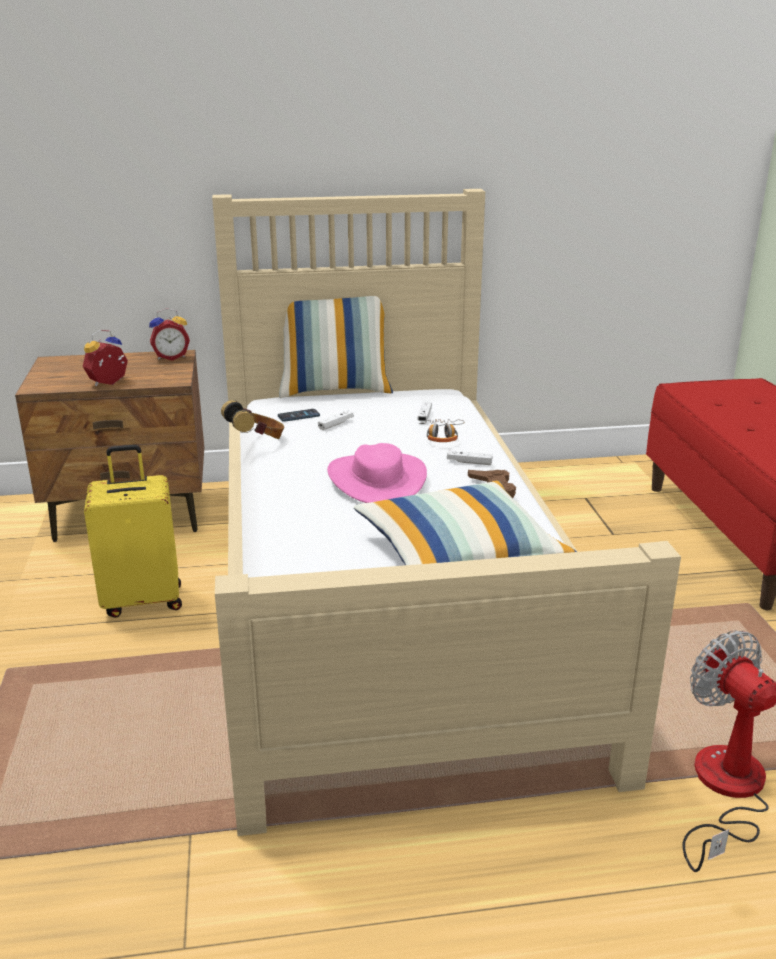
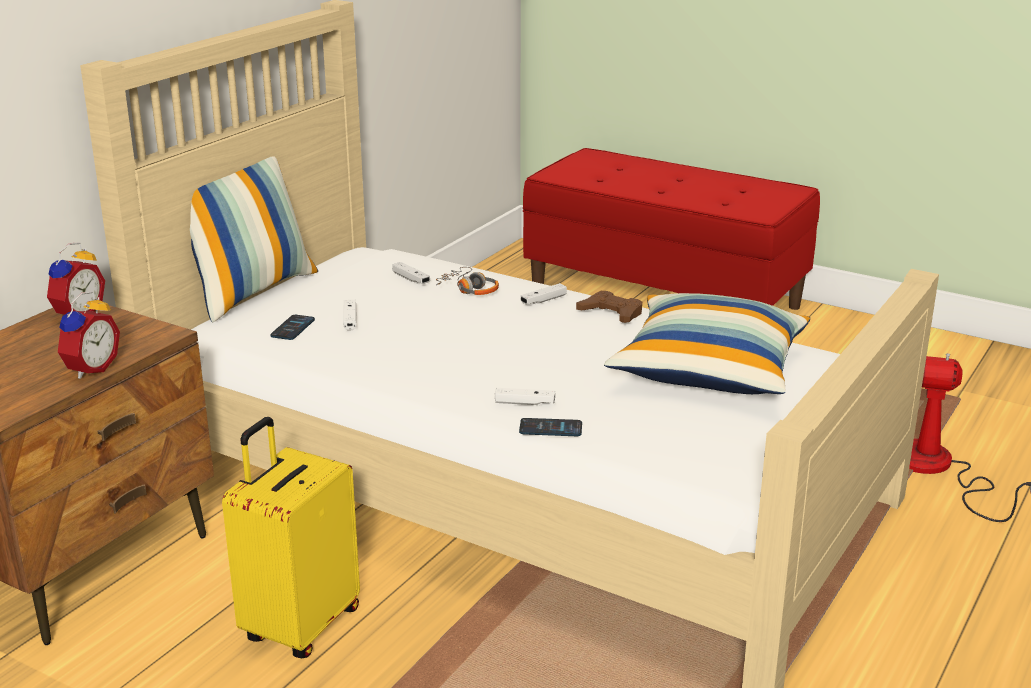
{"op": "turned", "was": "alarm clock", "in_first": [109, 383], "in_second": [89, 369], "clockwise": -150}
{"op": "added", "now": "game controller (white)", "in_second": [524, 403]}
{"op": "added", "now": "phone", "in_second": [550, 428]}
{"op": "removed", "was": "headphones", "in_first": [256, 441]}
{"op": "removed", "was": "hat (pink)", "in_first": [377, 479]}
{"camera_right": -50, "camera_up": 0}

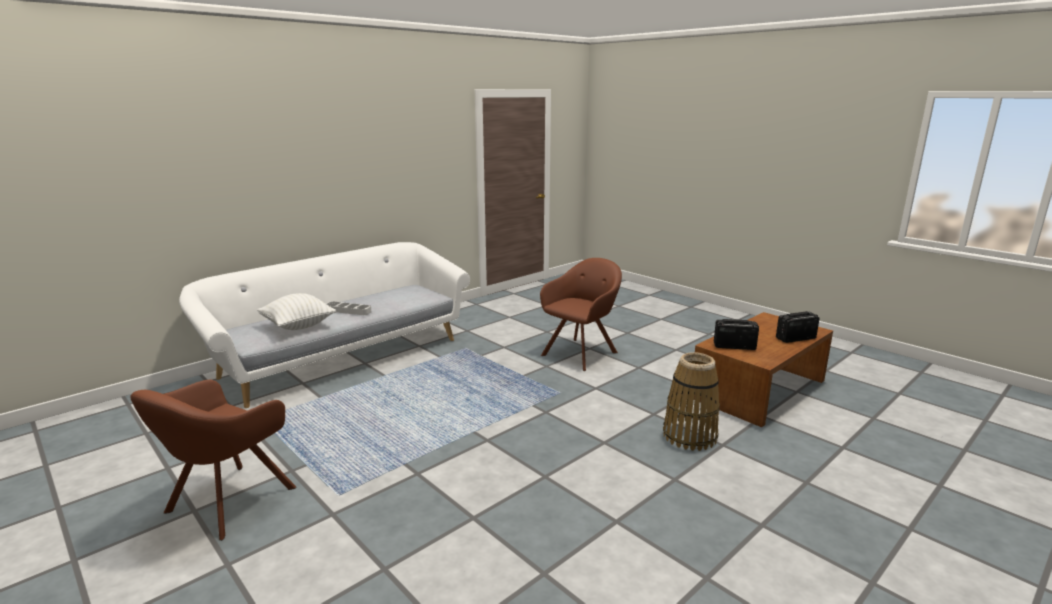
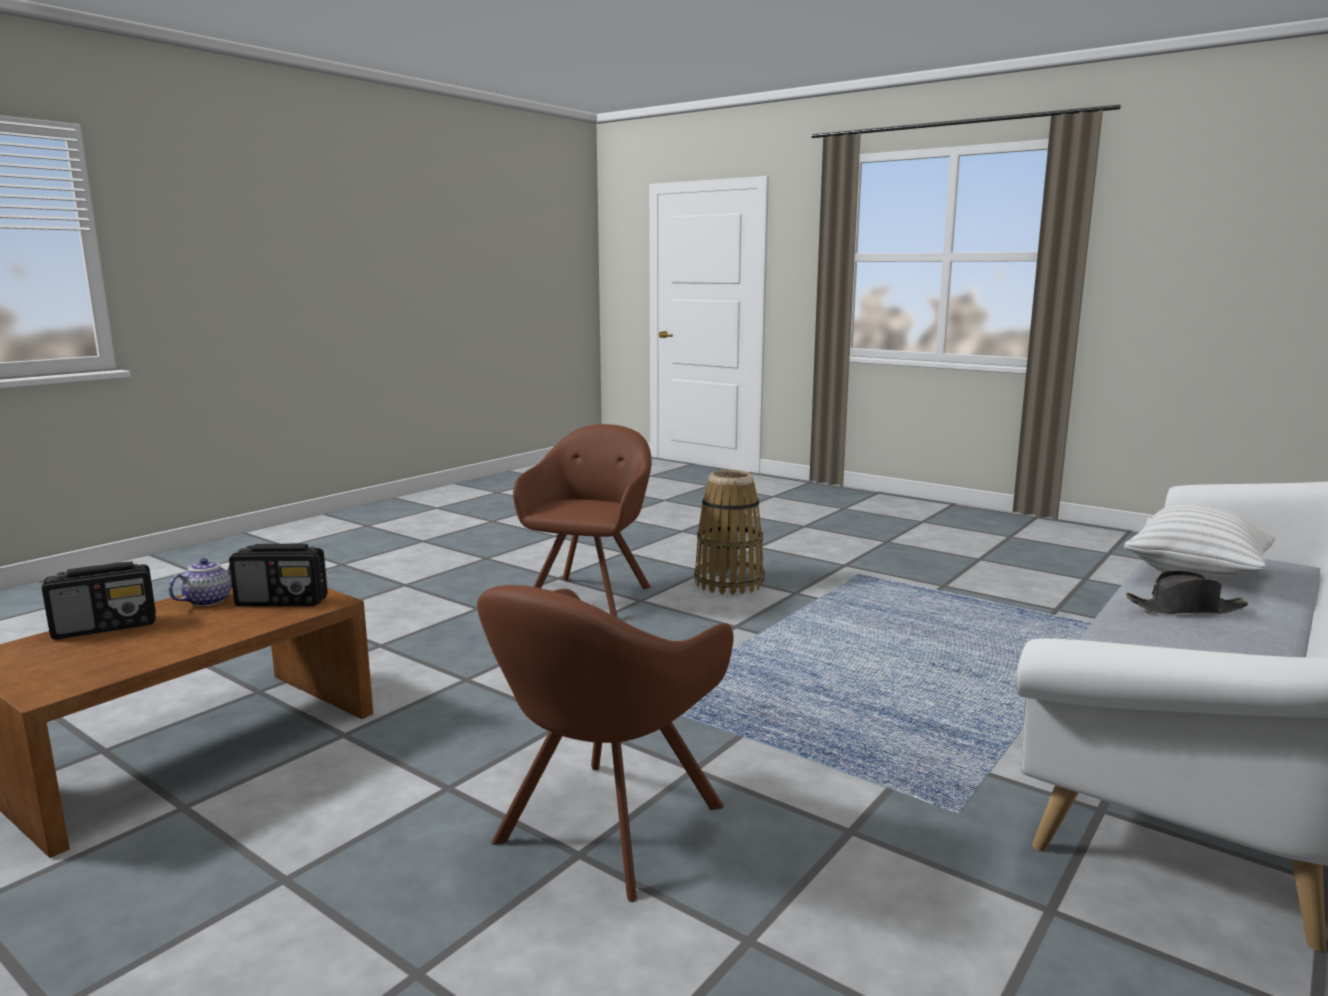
{"op": "added", "now": "teapot", "in_second": [208, 600]}
{"op": "moved", "was": "armchair (brown)", "in_first": [226, 503], "in_second": [591, 596]}
{"op": "moved", "was": "basket", "in_first": [689, 436], "in_second": [729, 583]}
{"op": "replaced", "was": "tray (grey)", "now": "hat (black)", "in_first": [348, 311], "in_second": [1185, 608]}
{"camera_right": 170, "camera_up": -5}

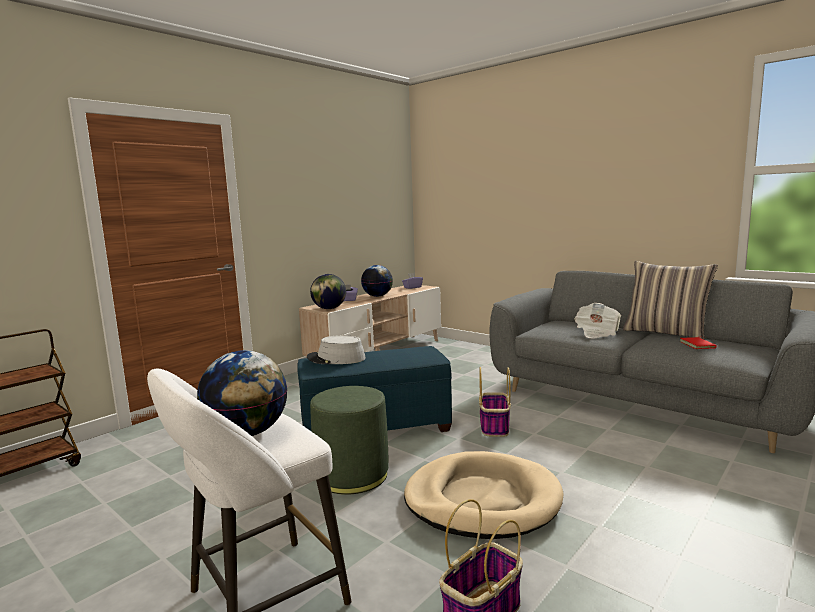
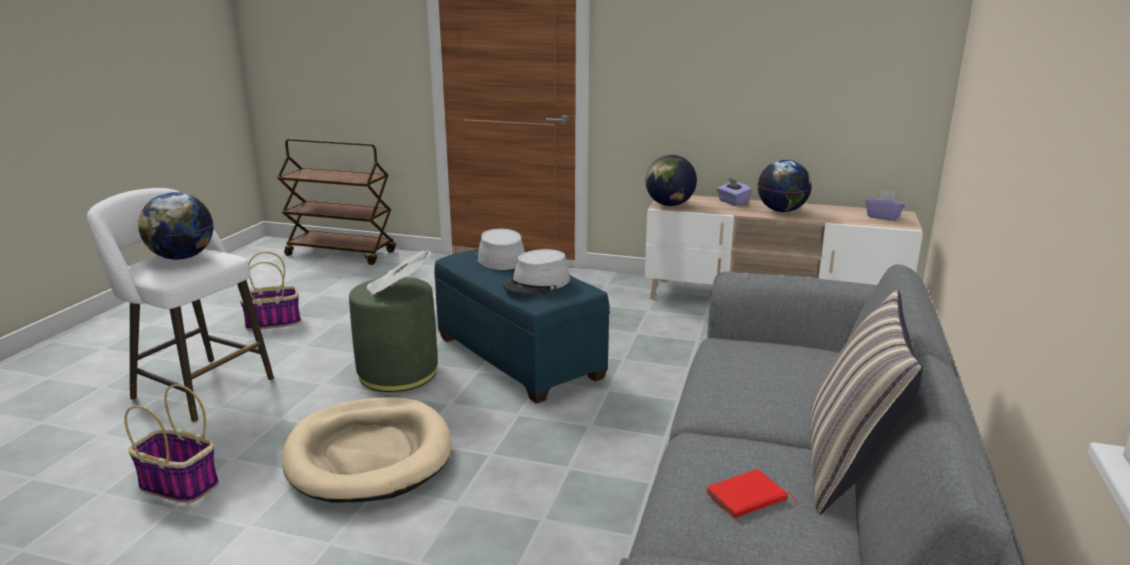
{"op": "moved", "was": "basket", "in_first": [494, 426], "in_second": [274, 322]}
{"op": "moved", "was": "newspaper", "in_first": [596, 333], "in_second": [398, 289]}
{"op": "added", "now": "hat (grey)", "in_second": [537, 284]}
{"camera_right": 65, "camera_up": 10}

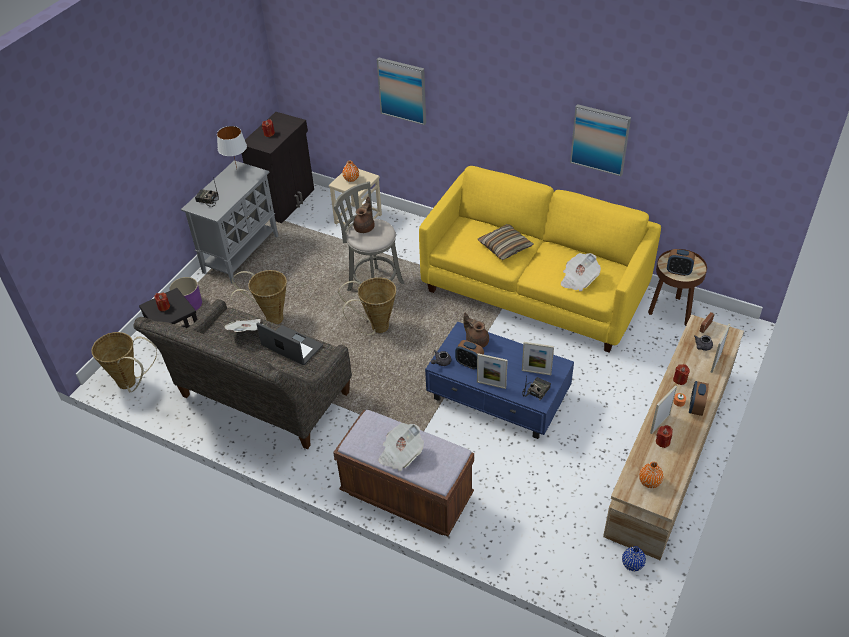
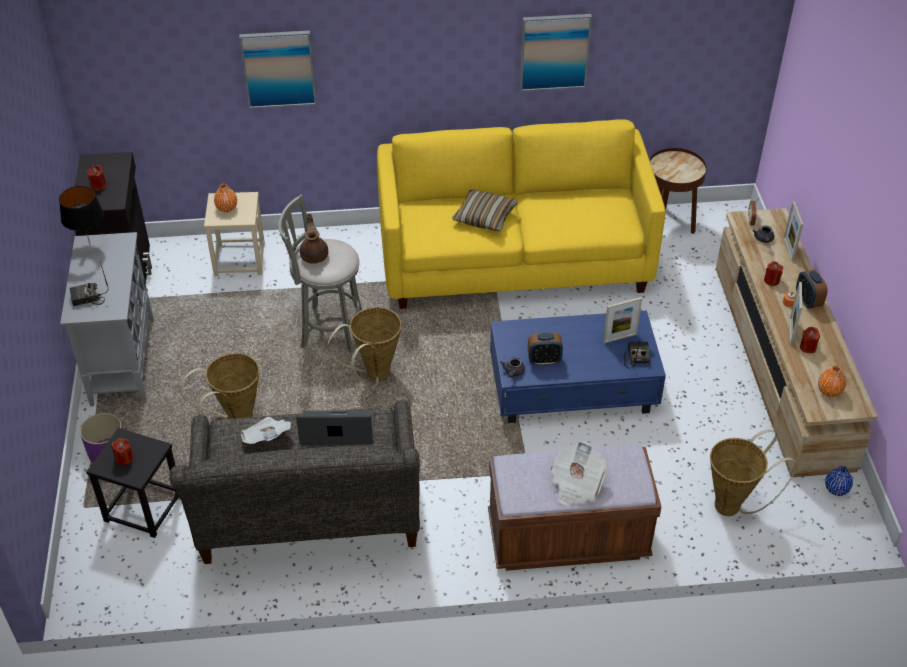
{"op": "recoloured", "was": "table lamp (white)", "now": "table lamp (black)", "in_first": [236, 169], "in_second": [89, 245]}
{"op": "moved", "was": "basket", "in_first": [131, 384], "in_second": [733, 505]}
{"op": "removed", "was": "teapot (brown)", "in_first": [476, 341]}
{"op": "removed", "was": "picture frame", "in_first": [491, 385]}
{"op": "removed", "was": "newspaper", "in_first": [578, 280]}
{"op": "removed", "was": "alarm clock", "in_first": [678, 271]}
{"camera_right": -35, "camera_up": 0}

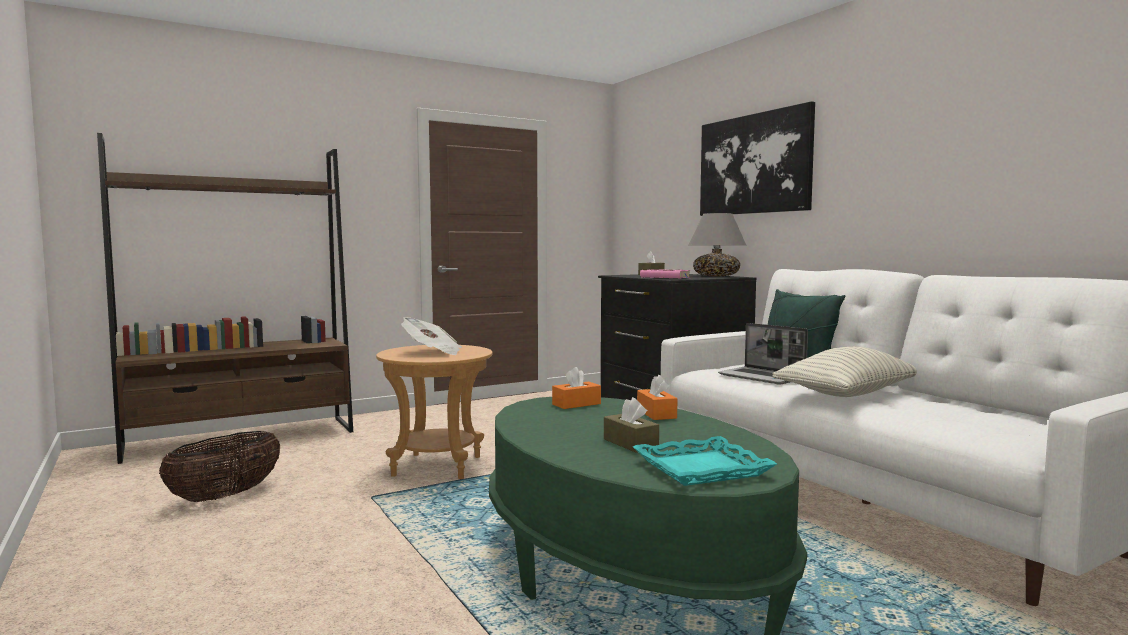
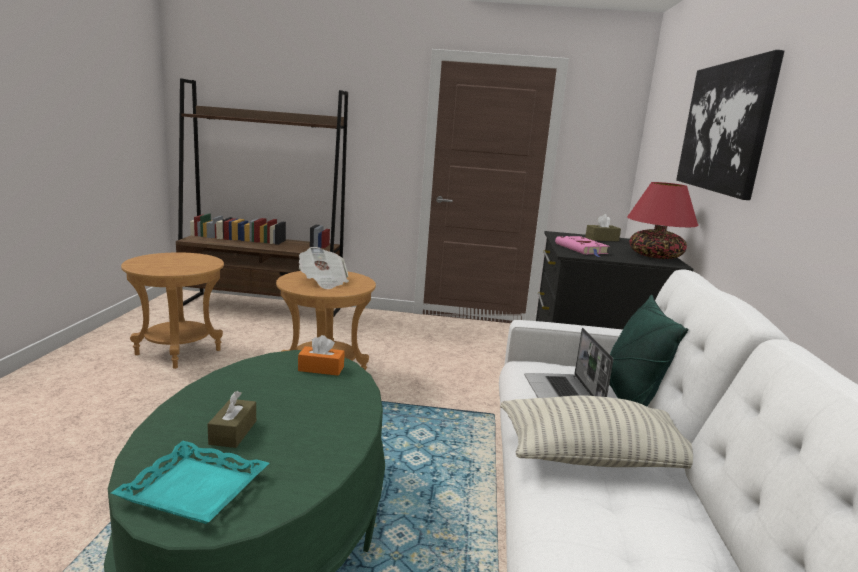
{"op": "replaced", "was": "basket", "now": "side table (brown)", "in_first": [225, 496], "in_second": [178, 352]}
{"op": "recoloured", "was": "table lamp (grey)", "now": "table lamp (red)", "in_first": [715, 276], "in_second": [654, 256]}
{"op": "removed", "was": "tissue box (orange)", "in_first": [656, 413]}
{"camera_right": 35, "camera_up": 10}

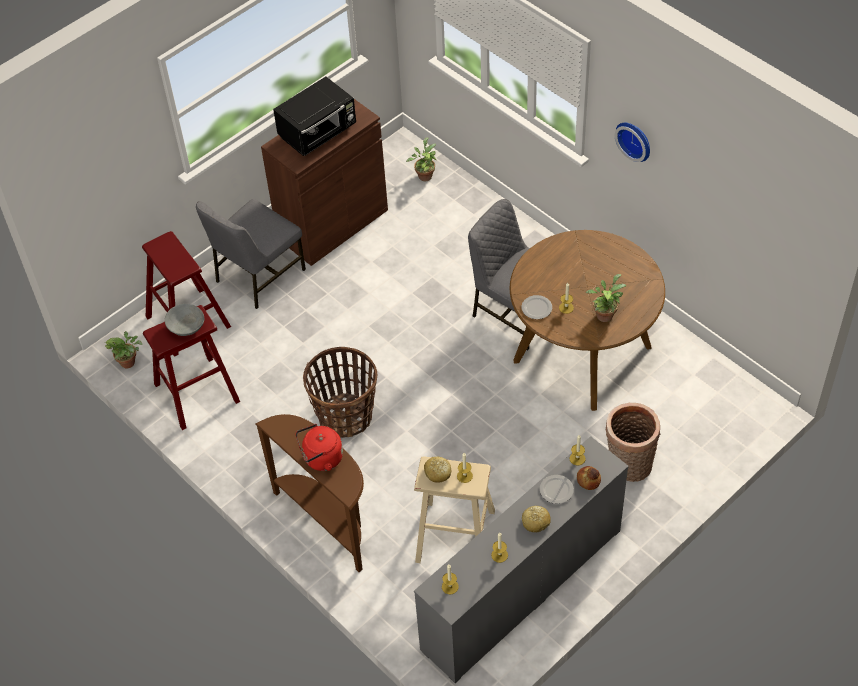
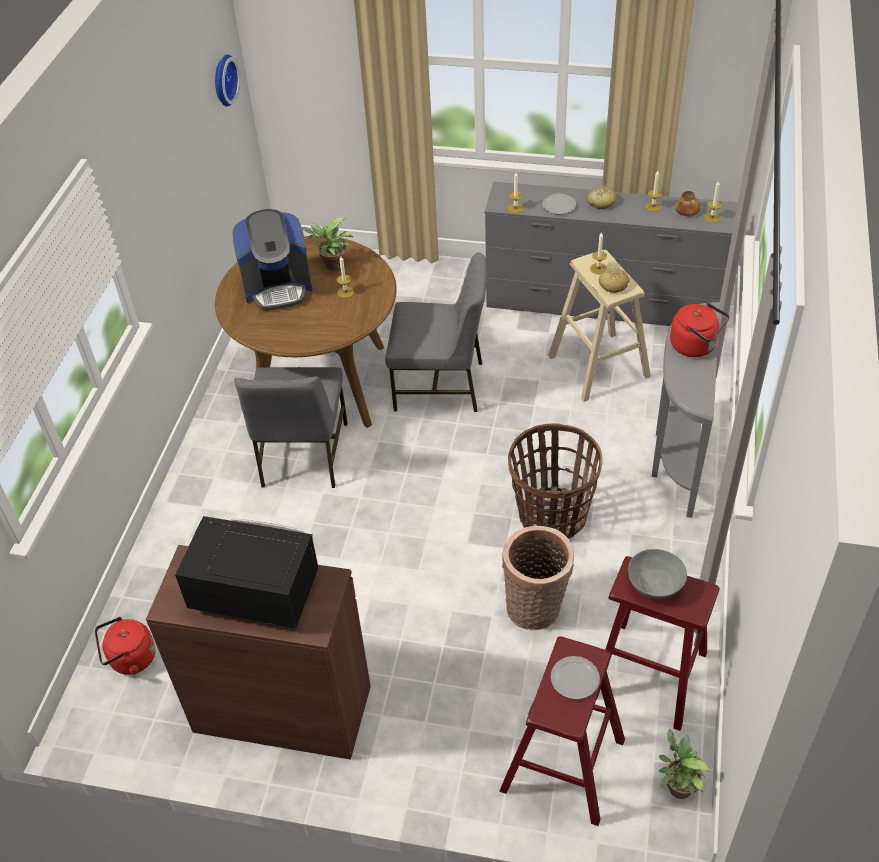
{"op": "replaced", "was": "potted plant", "now": "kettle (red)", "in_first": [424, 175], "in_second": [130, 659]}
{"op": "moved", "was": "wall clock", "in_first": [635, 140], "in_second": [222, 80]}
{"op": "added", "now": "coffee machine", "in_second": [278, 287]}
{"op": "moved", "was": "chair (grey)", "in_first": [258, 275], "in_second": [440, 385]}
{"op": "moved", "was": "basket", "in_first": [628, 465], "in_second": [536, 610]}
{"op": "moved", "was": "plate", "in_first": [536, 308], "in_second": [574, 679]}
{"op": "recoloured", "was": "console table (brown)", "now": "console table (grey)", "in_first": [328, 521], "in_second": [675, 457]}
{"op": "moved", "was": "bread", "in_first": [588, 480], "in_second": [687, 210]}
{"camera_right": -125, "camera_up": -5}

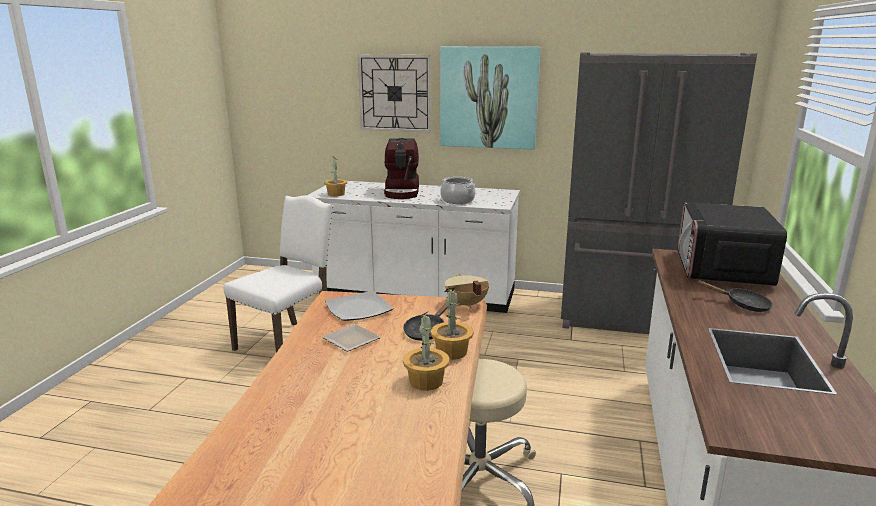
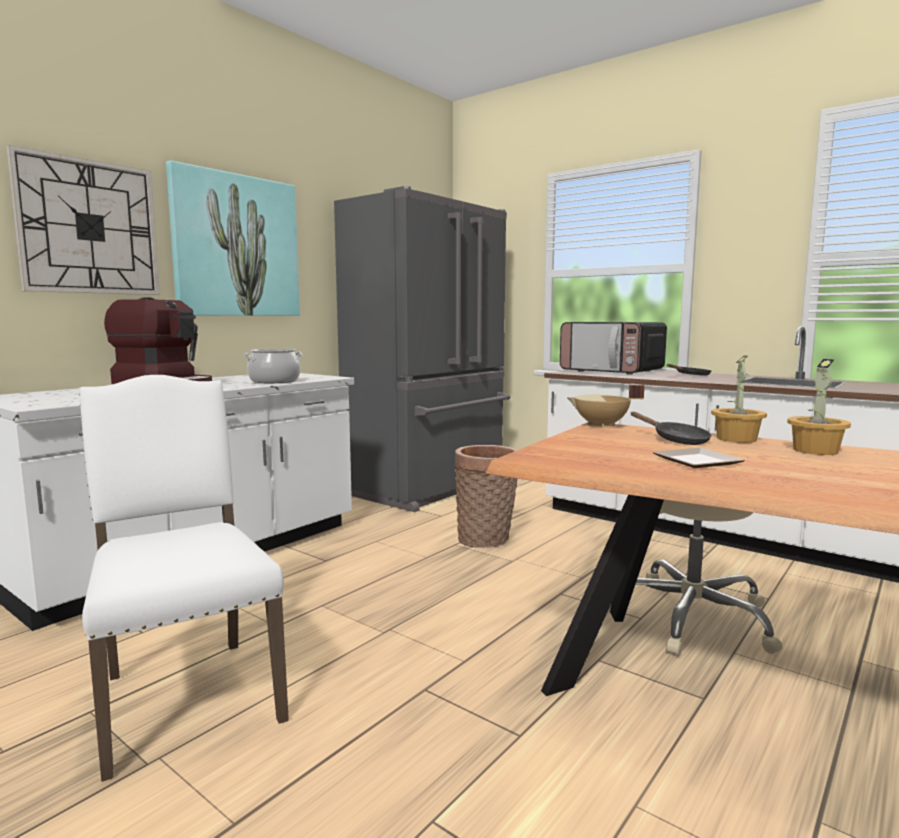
{"op": "added", "now": "basket", "in_second": [486, 540]}
{"op": "removed", "was": "potted plant", "in_first": [336, 194]}
{"op": "removed", "was": "plate", "in_first": [358, 309]}
{"camera_right": -65, "camera_up": -10}

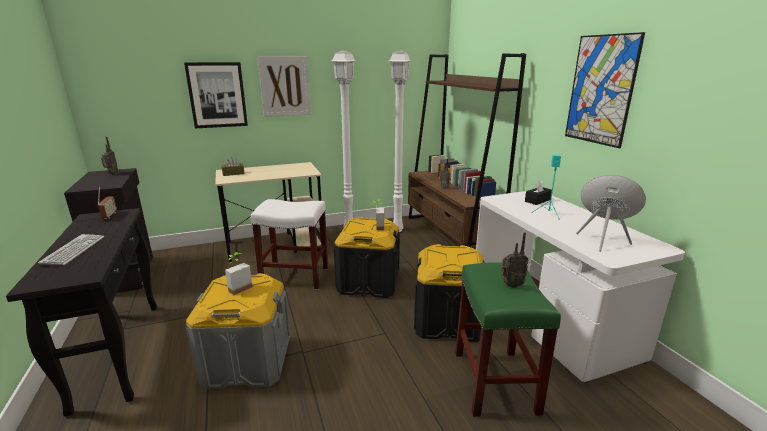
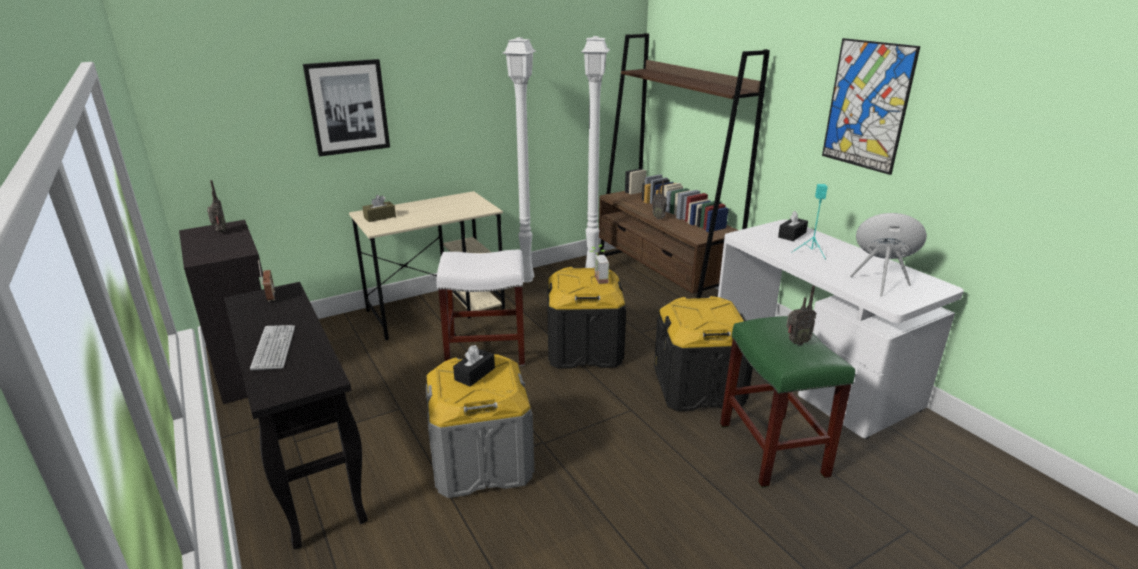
{"op": "replaced", "was": "potted plant", "now": "tissue box (black)", "in_first": [238, 287], "in_second": [475, 374]}
{"op": "removed", "was": "picture", "in_first": [285, 86]}
{"camera_right": -10, "camera_up": 5}

